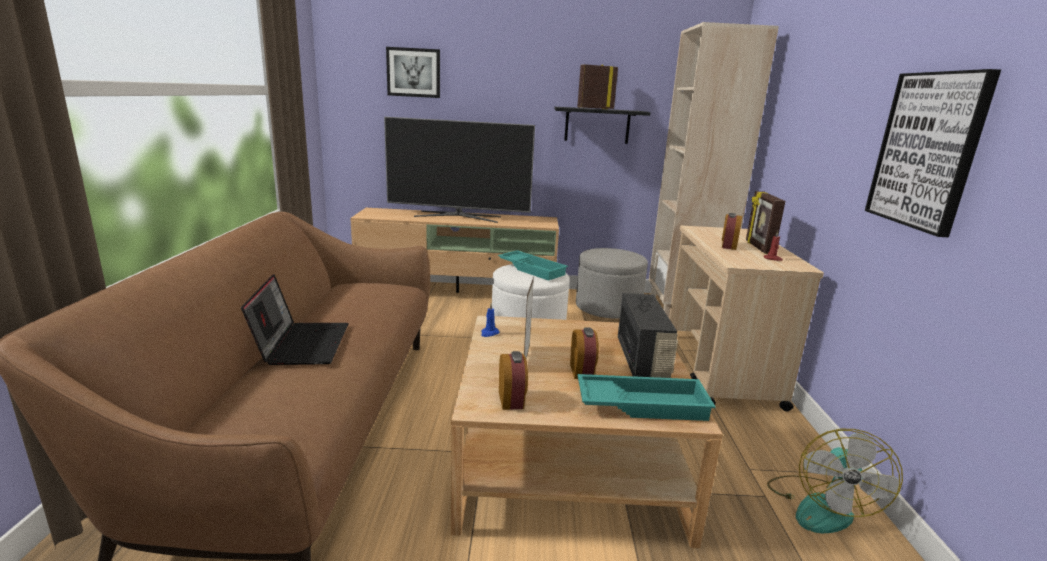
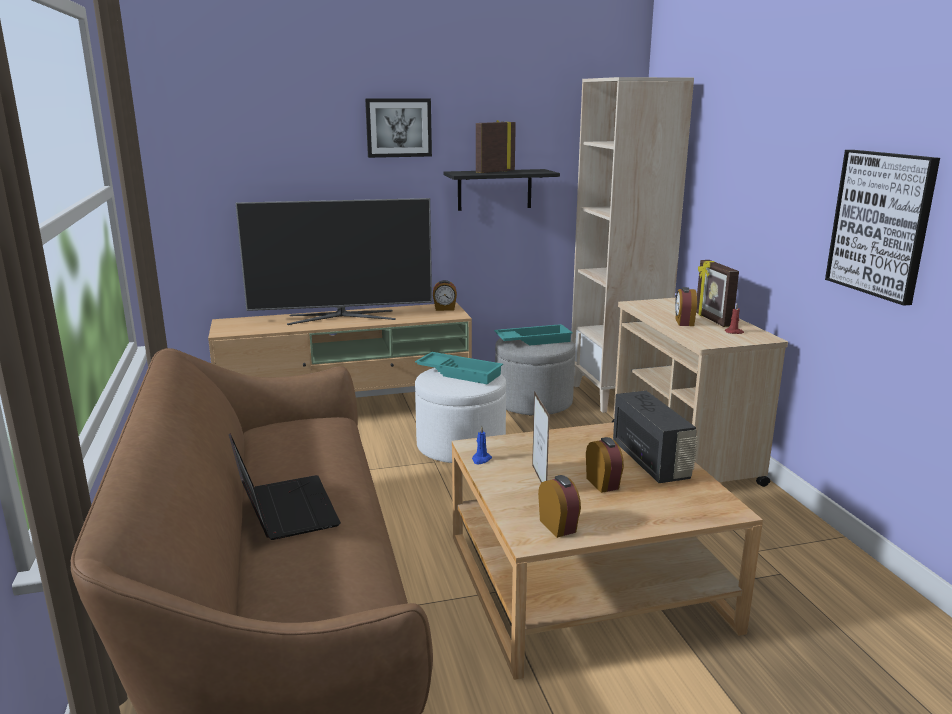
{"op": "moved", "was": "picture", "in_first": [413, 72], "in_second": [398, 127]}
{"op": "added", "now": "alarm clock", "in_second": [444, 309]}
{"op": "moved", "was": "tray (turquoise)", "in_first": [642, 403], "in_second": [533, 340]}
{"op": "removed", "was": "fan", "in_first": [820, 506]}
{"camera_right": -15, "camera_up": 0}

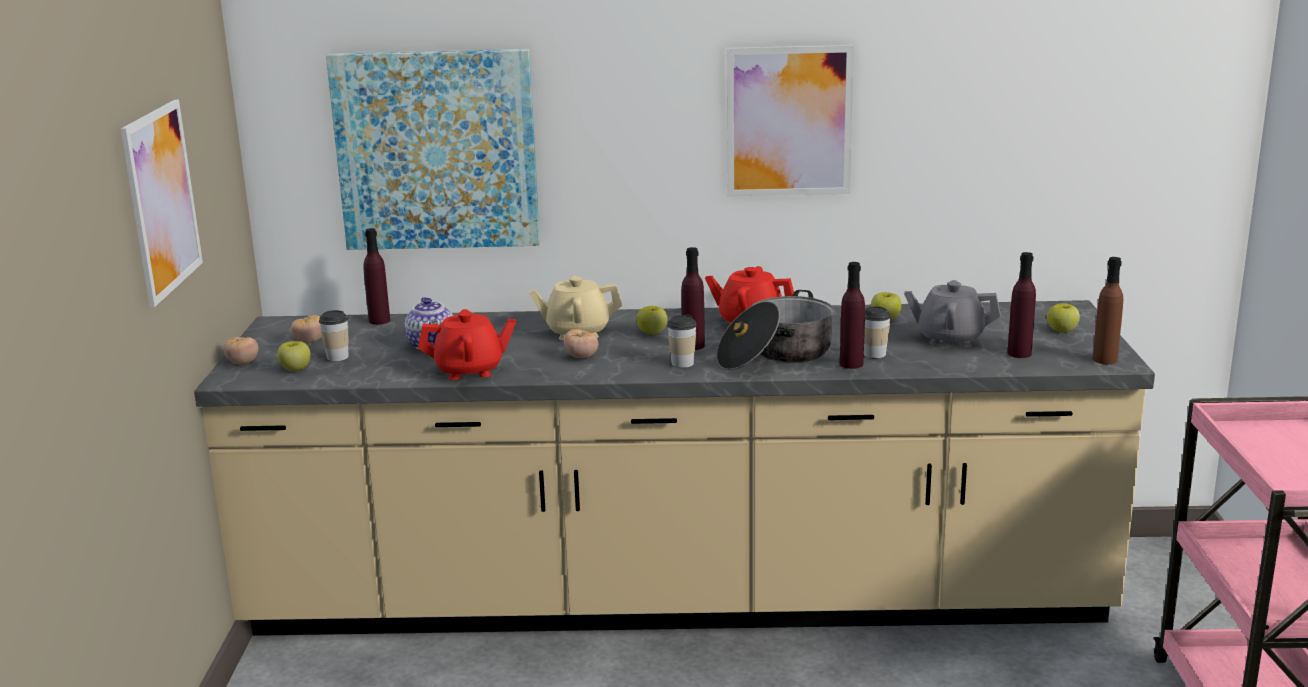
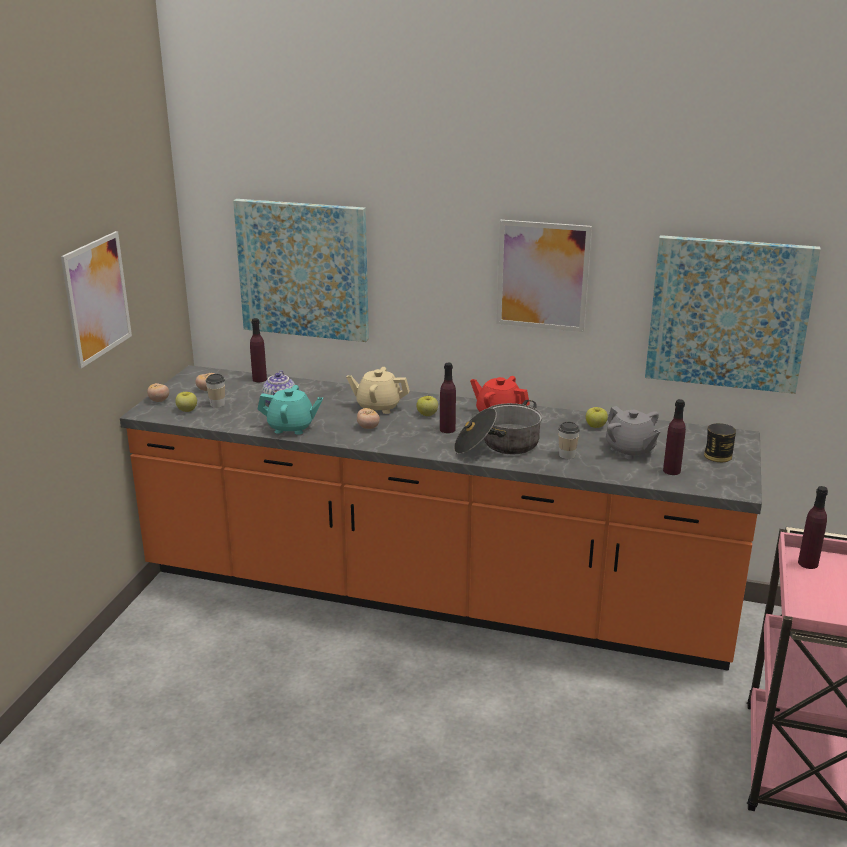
{"op": "recoloured", "was": "counter (beige)", "now": "counter (orange)", "in_first": [660, 597], "in_second": [423, 592]}
{"op": "recoloured", "was": "teapot (red)", "now": "teapot (turquoise)", "in_first": [470, 370], "in_second": [291, 427]}
{"op": "turned", "was": "teapot (grey)", "in_first": [950, 339], "in_second": [630, 450], "clockwise": -150}
{"op": "added", "now": "picture", "in_second": [728, 313]}
{"op": "replaced", "was": "apple", "now": "can", "in_first": [1062, 331], "in_second": [718, 456]}
{"op": "moved", "was": "bottle (purple)", "in_first": [851, 364], "in_second": [808, 563]}
{"op": "removed", "was": "cup", "in_first": [682, 363]}
{"op": "removed", "was": "bottle (brown)", "in_first": [1105, 360]}
{"camera_right": 15, "camera_up": 5}

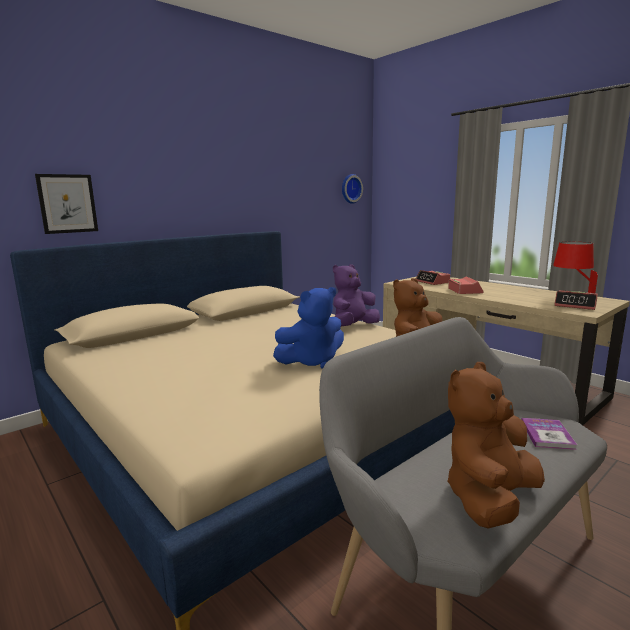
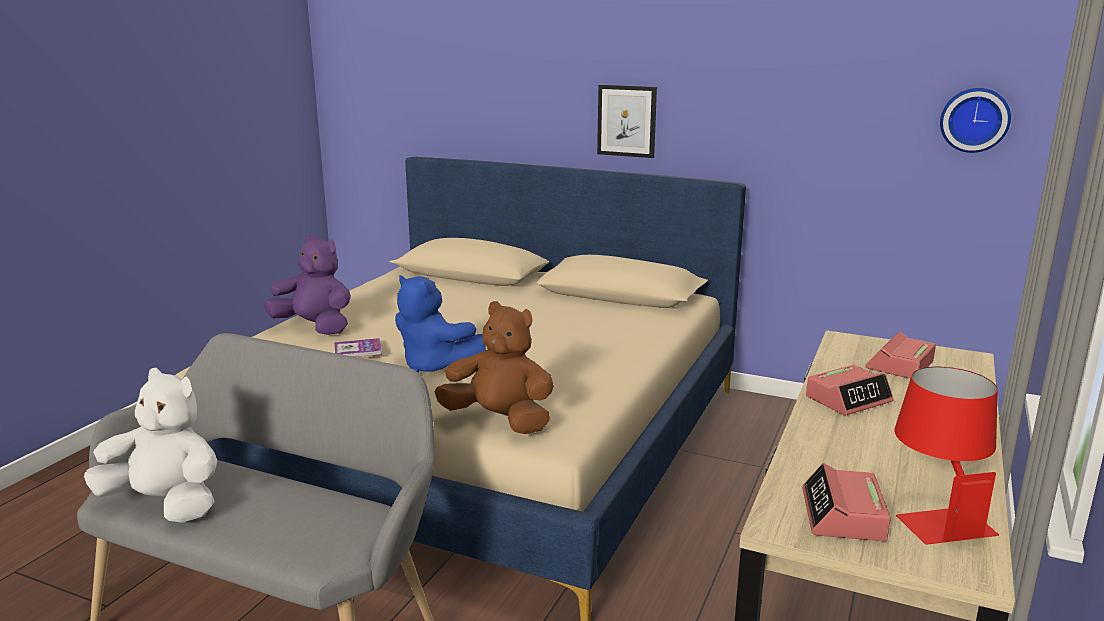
{"op": "recoloured", "was": "plush toy (brown)", "now": "plush toy (white)", "in_first": [489, 498], "in_second": [166, 504]}
{"op": "moved", "was": "plush toy (purple)", "in_first": [353, 326], "in_second": [315, 327]}
{"op": "moved", "was": "book", "in_first": [547, 435], "in_second": [358, 350]}
{"op": "moved", "was": "picture", "in_first": [67, 203], "in_second": [626, 121]}
{"camera_right": 65, "camera_up": 5}

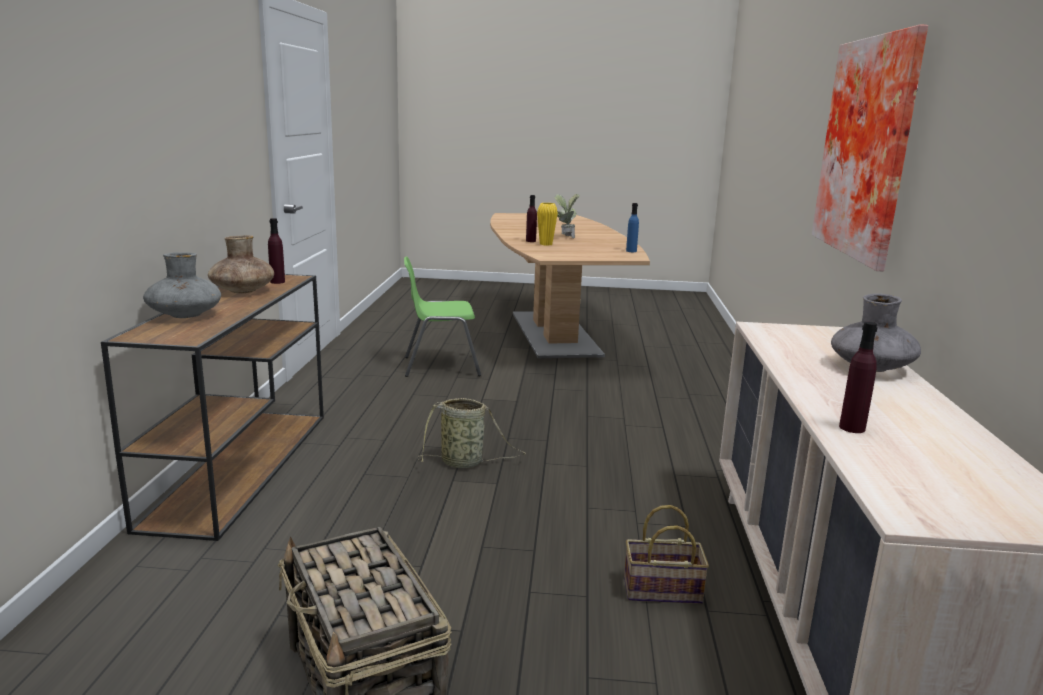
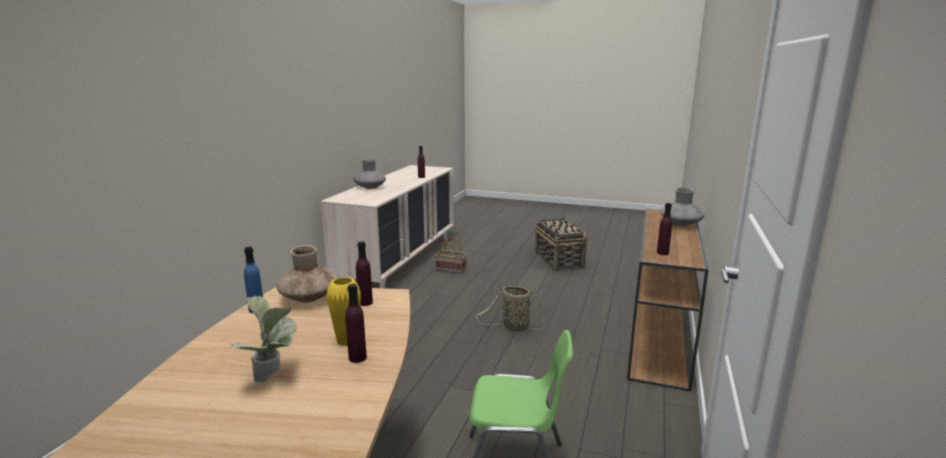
{"op": "moved", "was": "vase (brown)", "in_first": [242, 291], "in_second": [309, 297]}
{"op": "added", "now": "bottle (purple)", "in_second": [365, 302]}
{"op": "removed", "was": "picture", "in_first": [871, 148]}
{"camera_right": -165, "camera_up": 0}

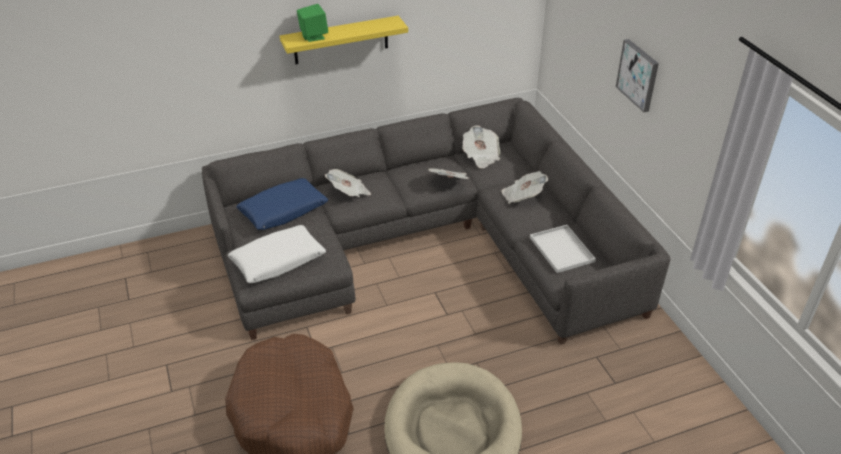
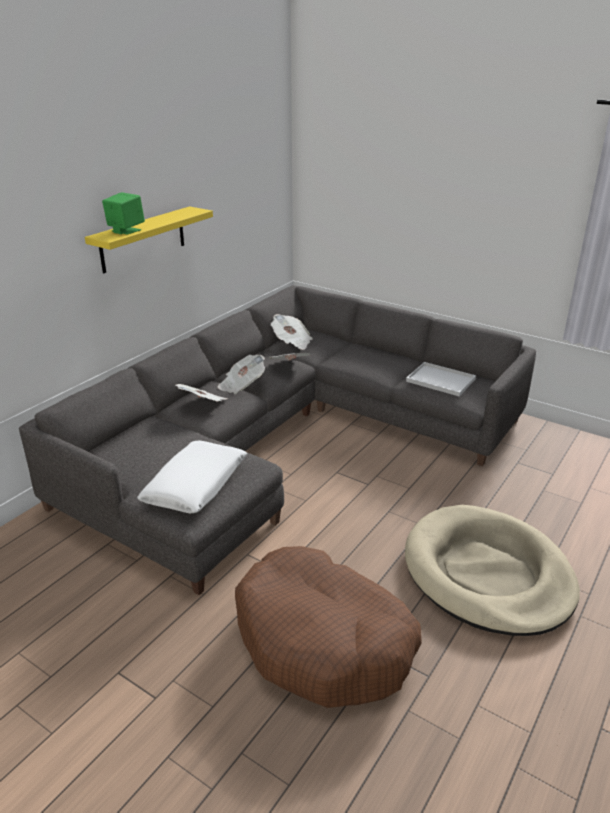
{"op": "moved", "was": "newspaper", "in_first": [522, 196], "in_second": [242, 385]}
{"op": "removed", "was": "pillow (blue)", "in_first": [283, 211]}
{"op": "removed", "was": "picture", "in_first": [638, 75]}
{"camera_right": -35, "camera_up": -10}

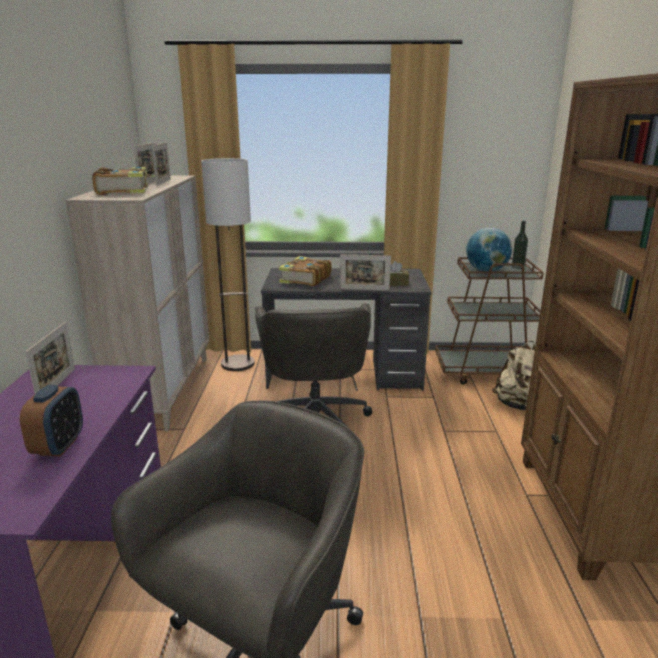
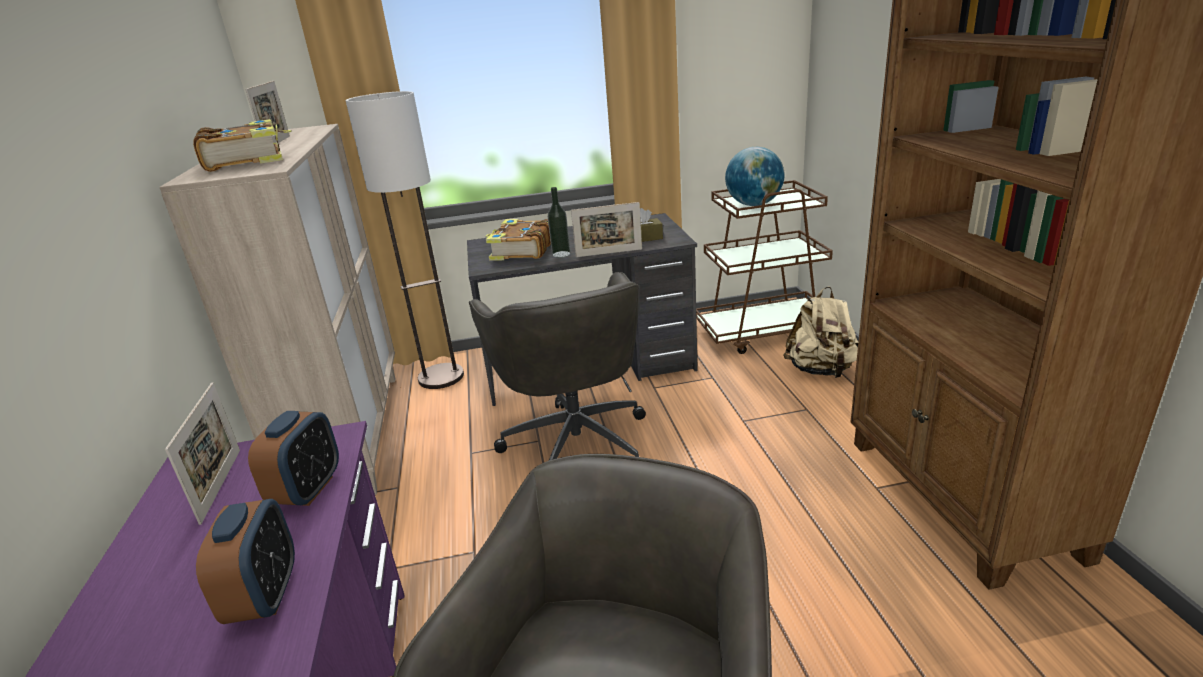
{"op": "added", "now": "alarm clock", "in_second": [308, 490]}
{"op": "moved", "was": "bottle", "in_first": [517, 267], "in_second": [561, 254]}
{"op": "removed", "was": "picture frame", "in_first": [163, 182]}
{"camera_right": -10, "camera_up": 5}

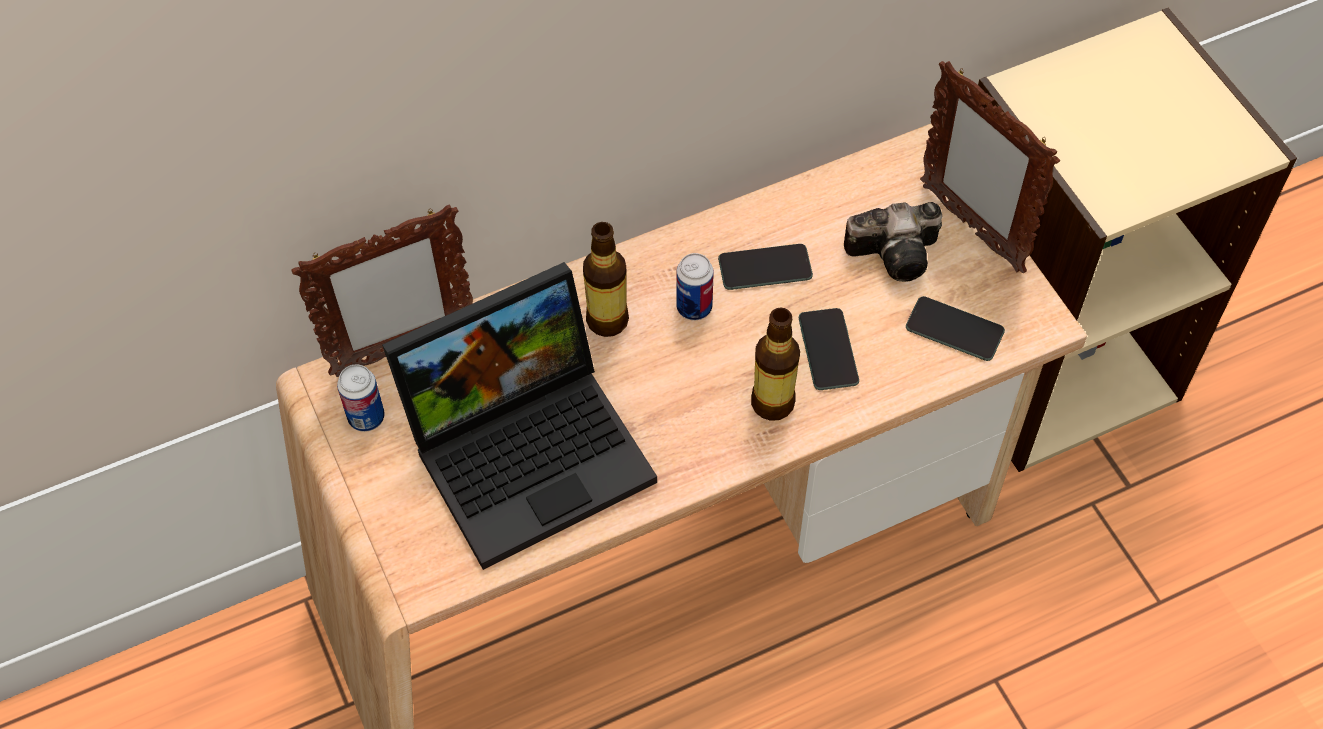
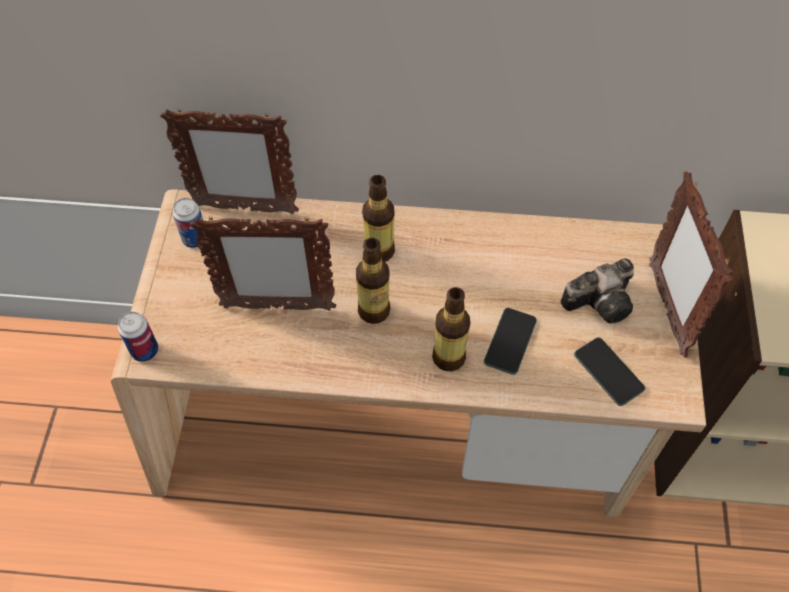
{"op": "moved", "was": "can", "in_first": [694, 307], "in_second": [145, 350]}
{"op": "replaced", "was": "laptop", "now": "picture frame", "in_first": [531, 448], "in_second": [277, 307]}
{"op": "added", "now": "bottle", "in_second": [374, 311]}
{"op": "turned", "was": "photo camera", "in_first": [898, 253], "in_second": [602, 300], "clockwise": -45}
{"op": "removed", "was": "phone", "in_first": [765, 268]}
{"camera_right": 30, "camera_up": 0}

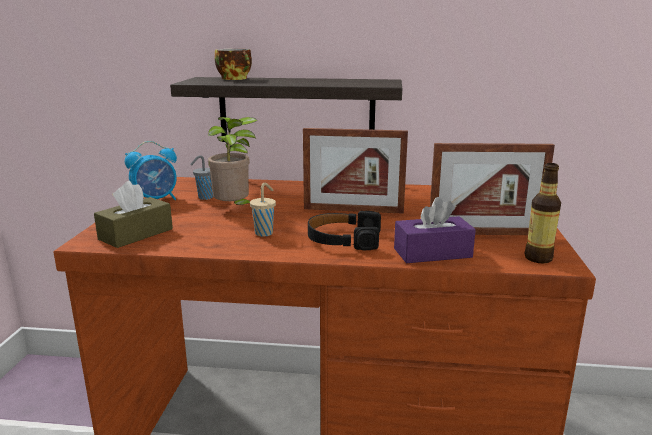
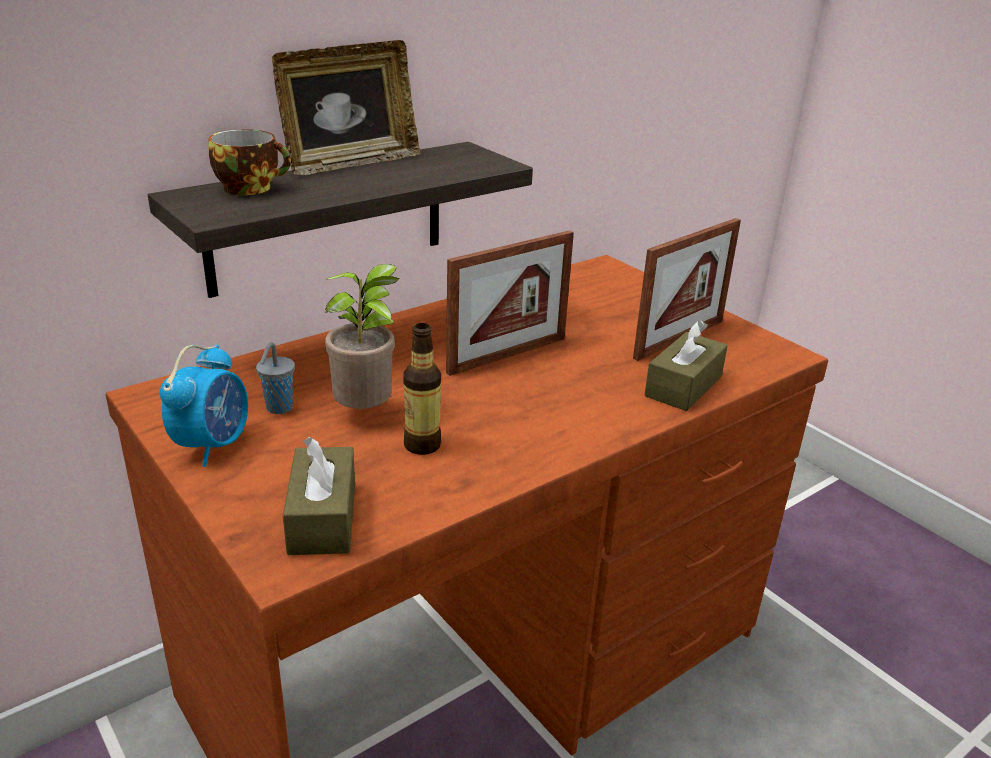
{"op": "added", "now": "picture frame", "in_second": [350, 163]}
{"op": "moved", "was": "bottle", "in_first": [538, 258], "in_second": [422, 445]}
{"op": "recoloured", "was": "tissue box (purple)", "now": "tissue box (brown)", "in_first": [432, 253], "in_second": [683, 386]}
{"op": "removed", "was": "cup (beige)", "in_first": [264, 233]}
{"op": "removed", "was": "headphones (black)", "in_first": [343, 239]}
{"camera_right": -45, "camera_up": 10}

